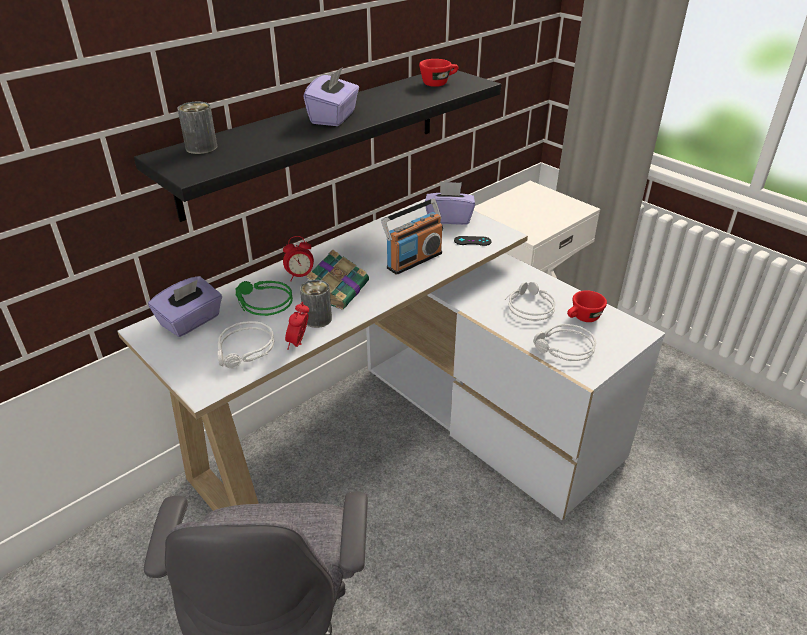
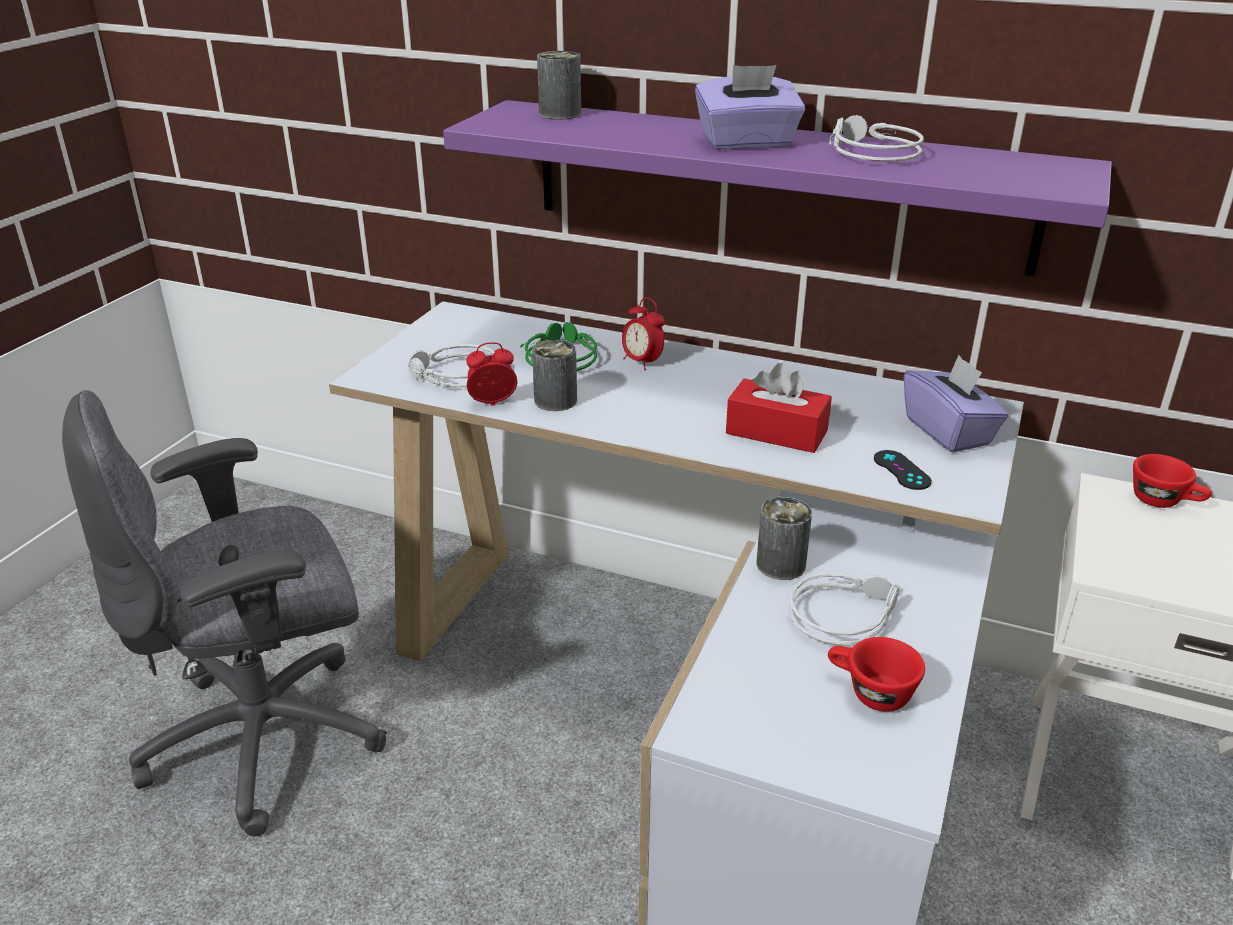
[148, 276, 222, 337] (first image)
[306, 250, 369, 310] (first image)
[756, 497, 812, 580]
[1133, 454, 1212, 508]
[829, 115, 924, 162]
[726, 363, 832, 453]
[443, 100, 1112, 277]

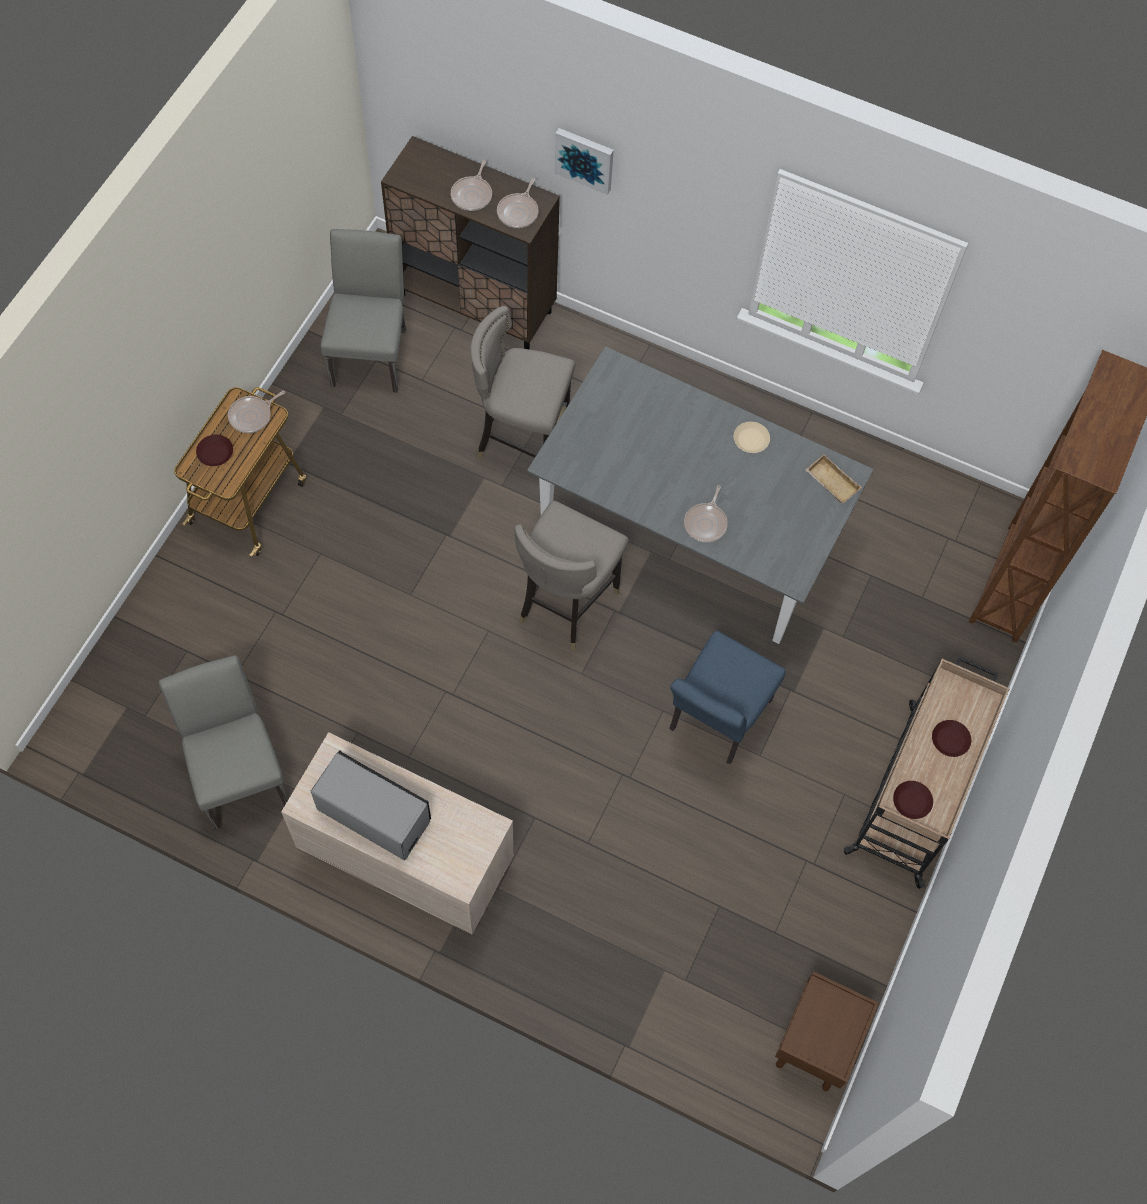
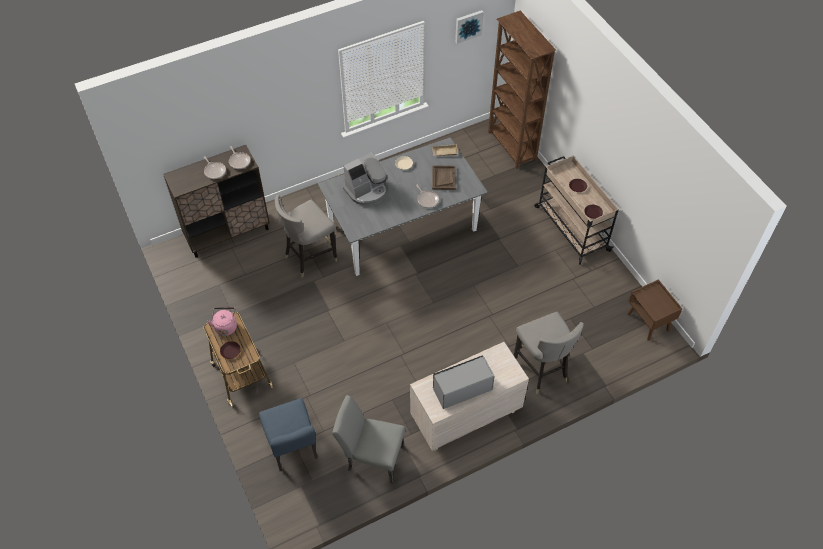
[321, 229, 406, 393] (first image)
[343, 152, 388, 205]
[432, 165, 456, 190]
[514, 312, 584, 394]
[455, 10, 484, 44]
[259, 398, 318, 471]
[207, 307, 237, 336]

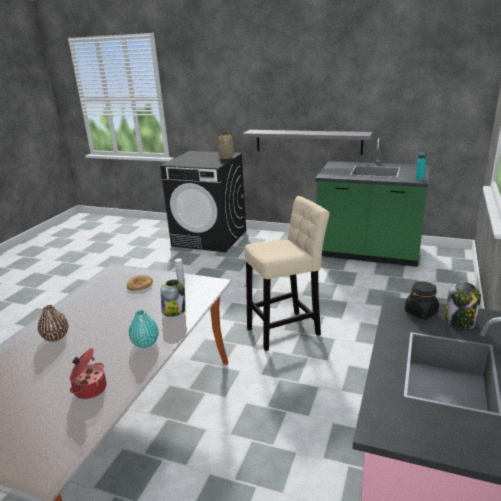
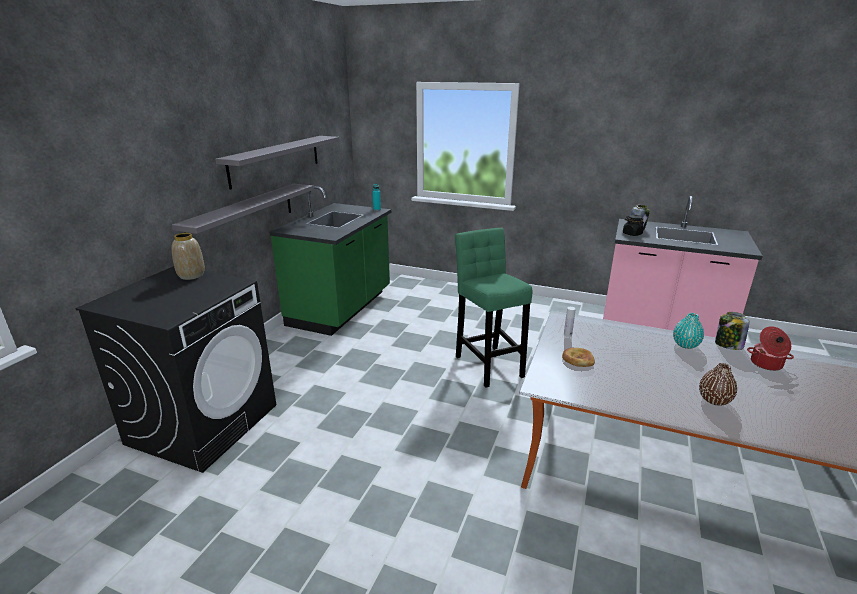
[215, 136, 339, 190]
[715, 312, 750, 350]
[455, 228, 532, 388]

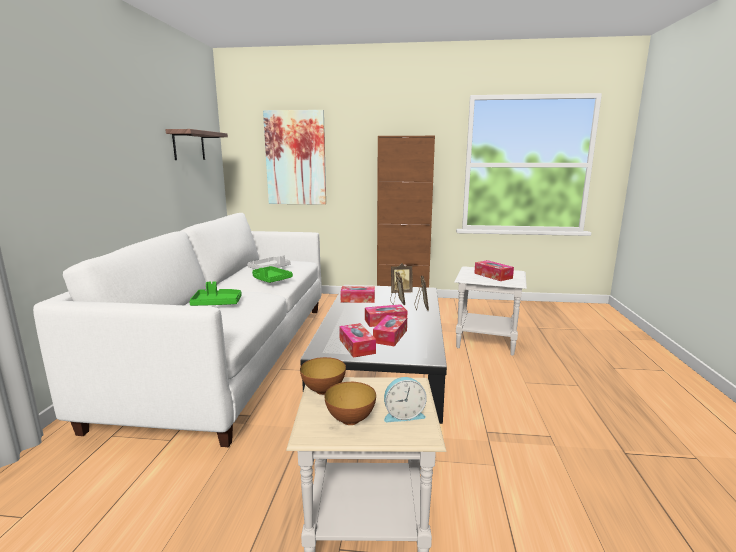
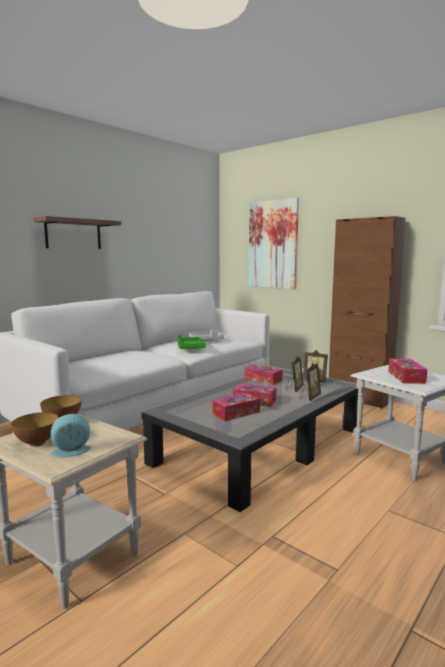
[189, 281, 242, 306] (first image)
[339, 323, 376, 358] (first image)
[33, 216, 121, 249]
[51, 414, 91, 457]

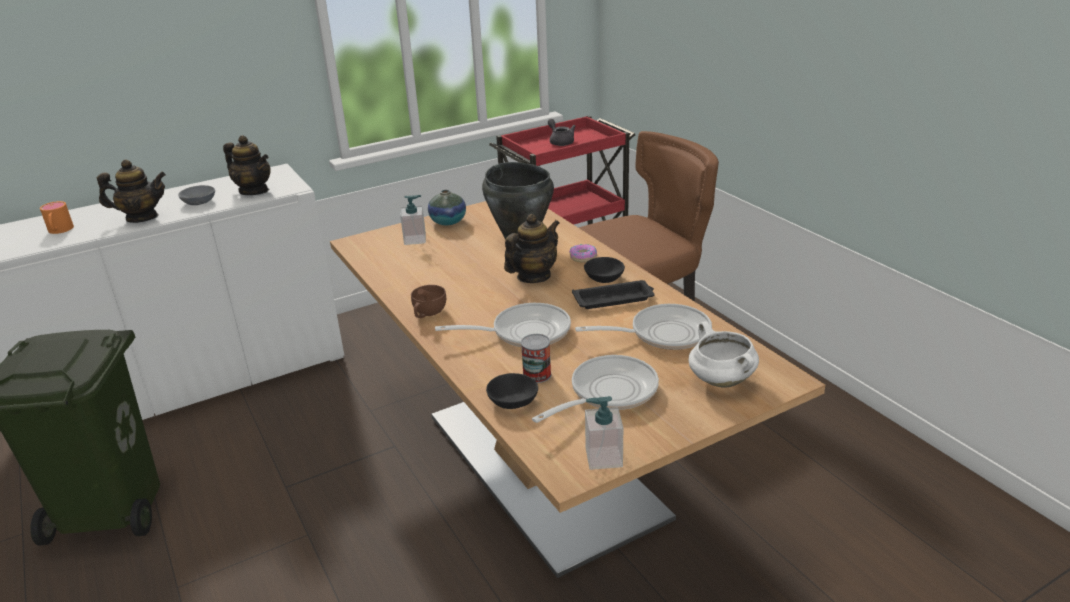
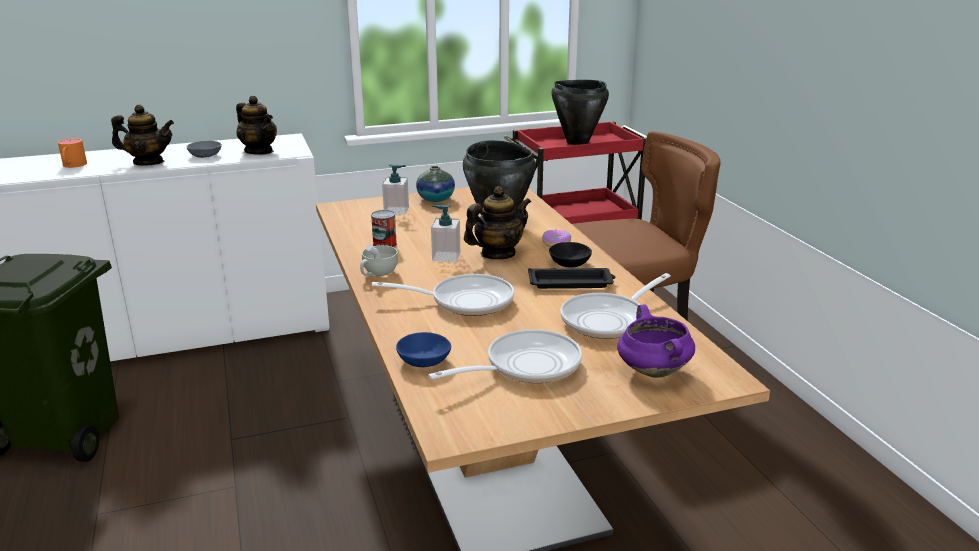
[371, 210, 397, 247]
[431, 205, 460, 262]
[552, 80, 609, 145]
[360, 245, 398, 276]
[396, 332, 451, 367]
[617, 304, 695, 378]
[560, 273, 671, 339]

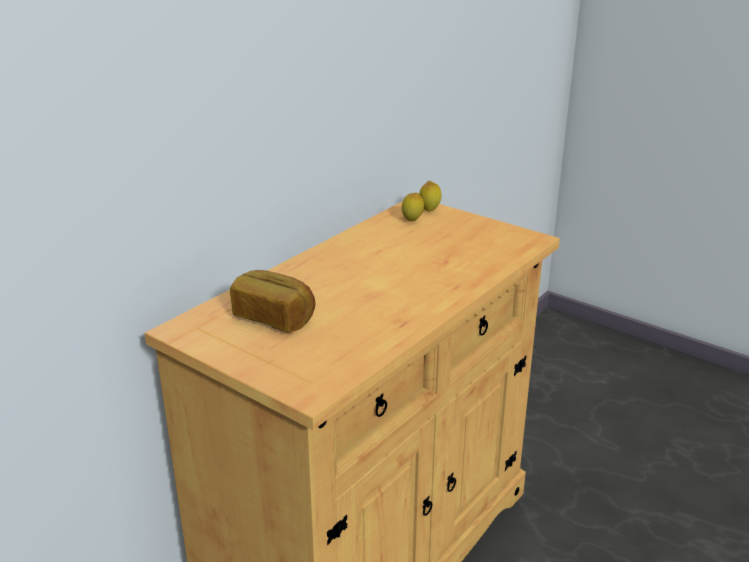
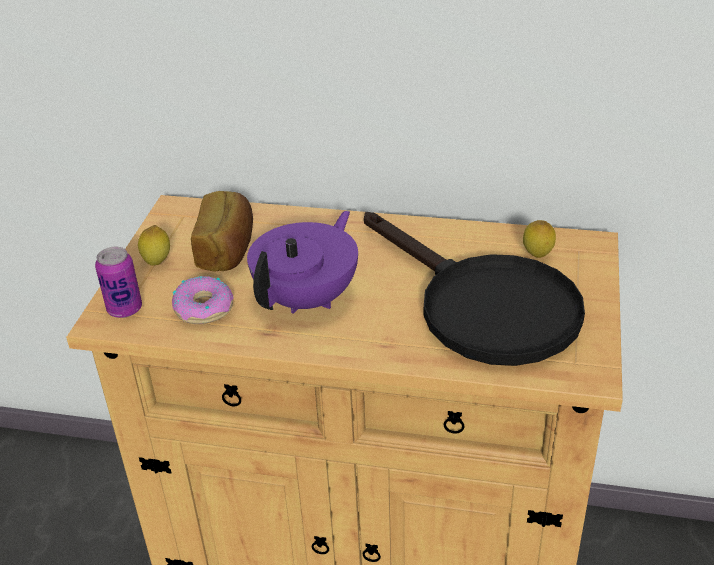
[95, 247, 142, 318]
[172, 276, 234, 324]
[247, 211, 358, 314]
[364, 212, 585, 366]
[138, 225, 170, 266]

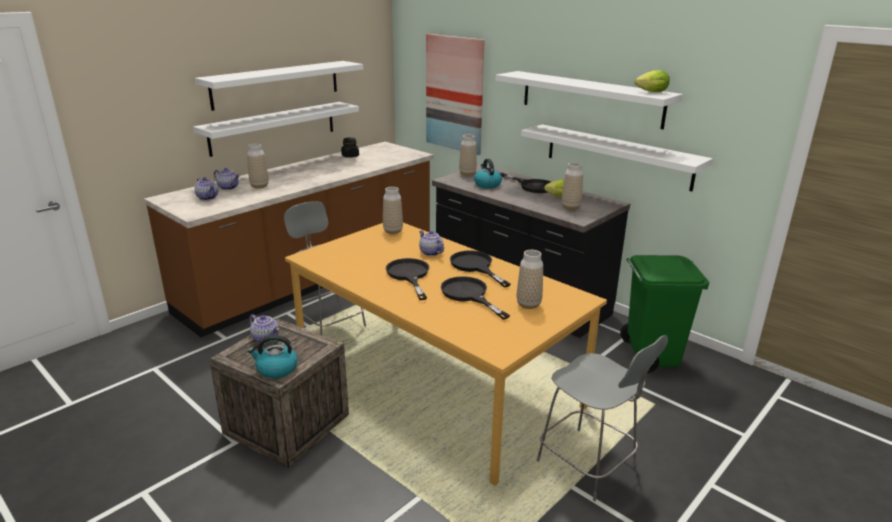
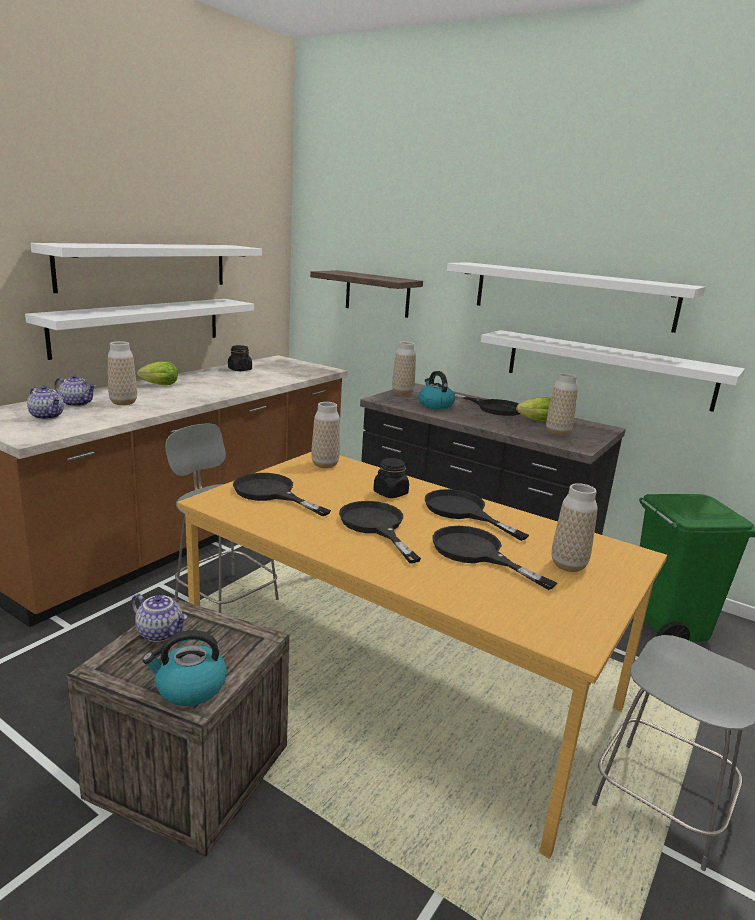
[233, 473, 331, 516]
[137, 361, 178, 385]
[373, 458, 409, 498]
[310, 270, 423, 318]

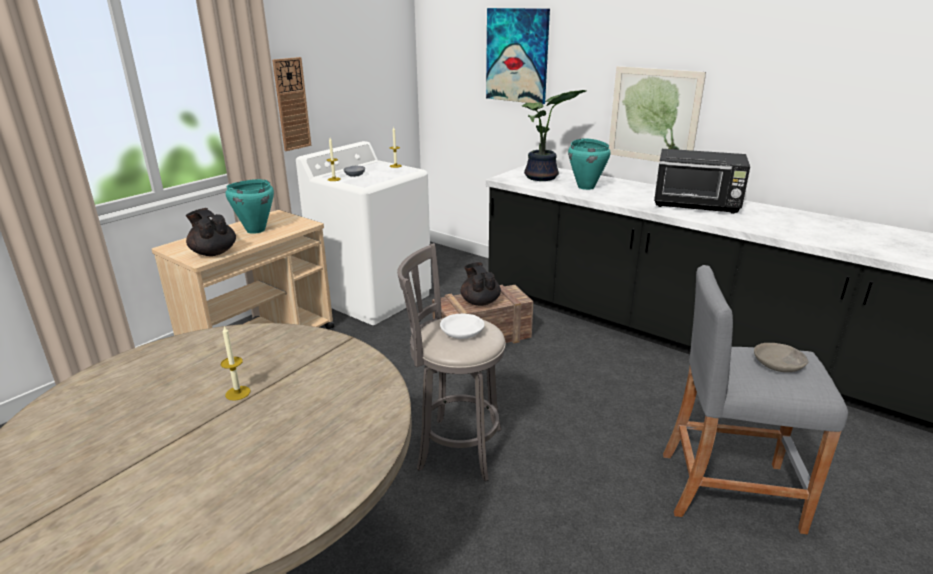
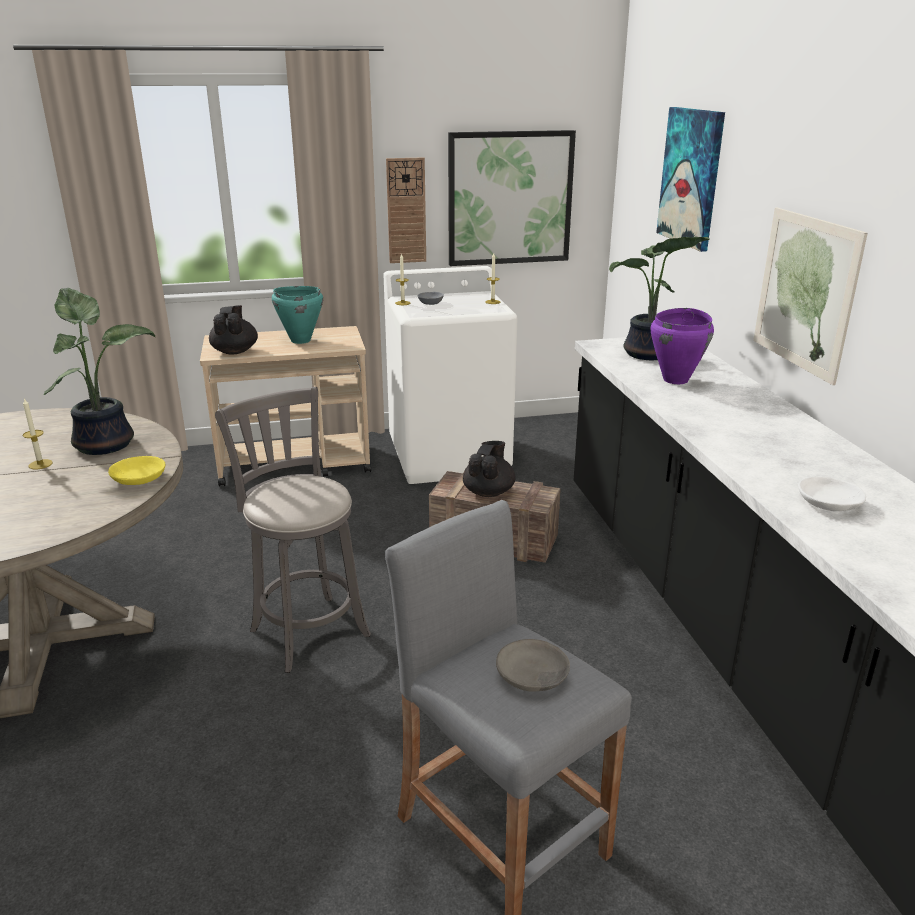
[654, 149, 750, 214] (first image)
[44, 288, 155, 455]
[108, 456, 165, 485]
[448, 130, 576, 266]
[798, 476, 866, 511]
[651, 308, 714, 384]

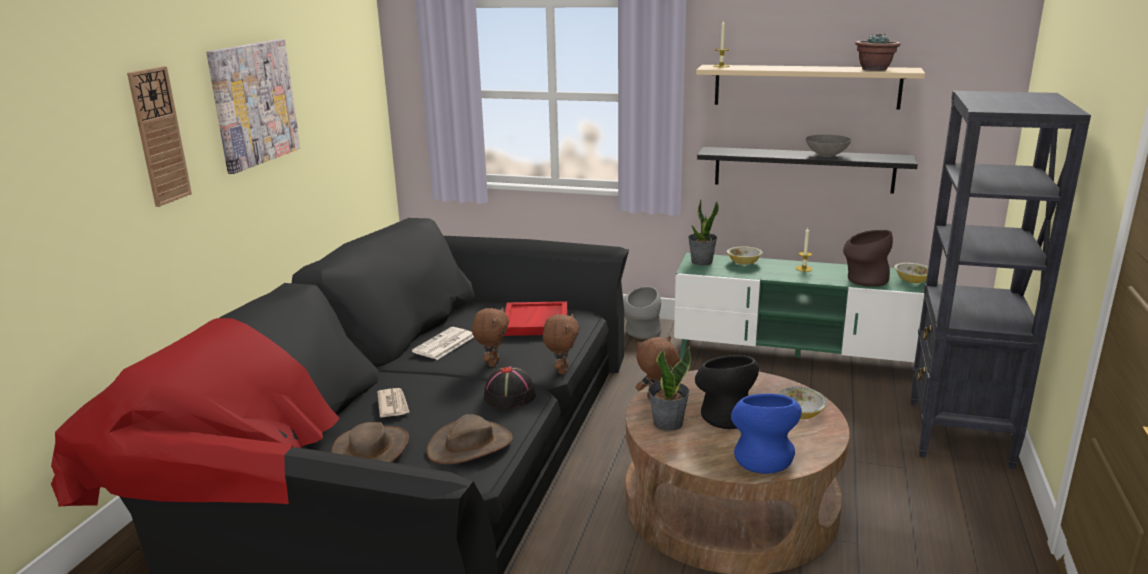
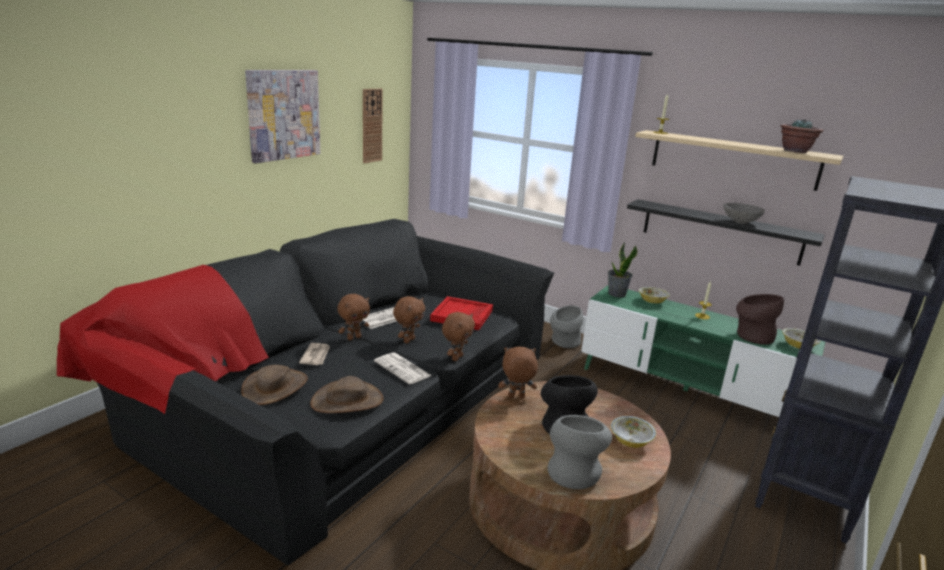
[648, 346, 691, 431] (first image)
[337, 294, 370, 340]
[363, 88, 383, 163]
[374, 352, 432, 385]
[548, 415, 612, 489]

